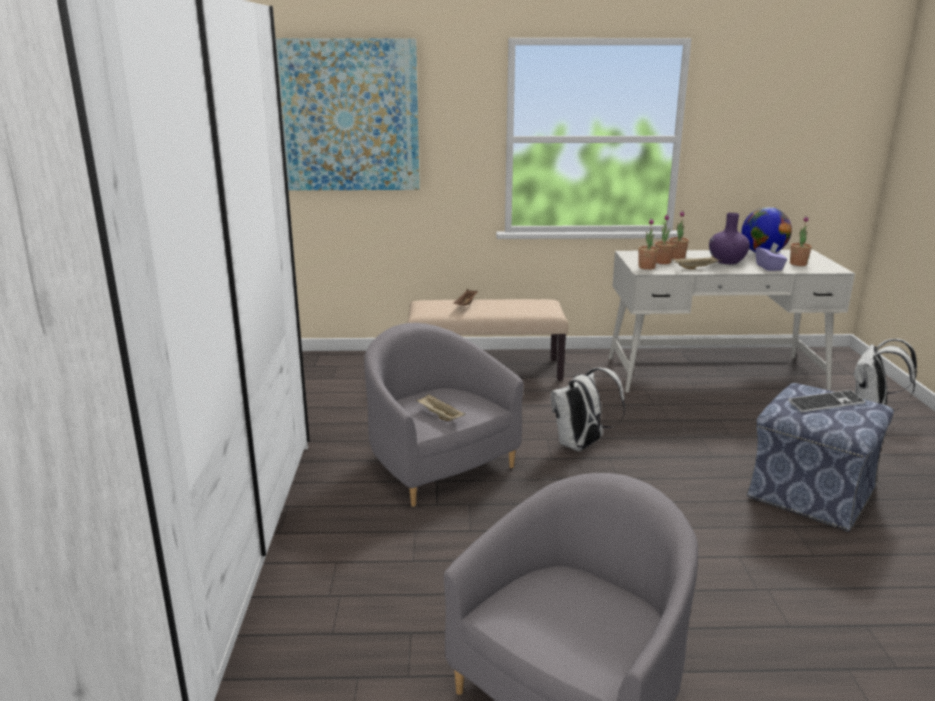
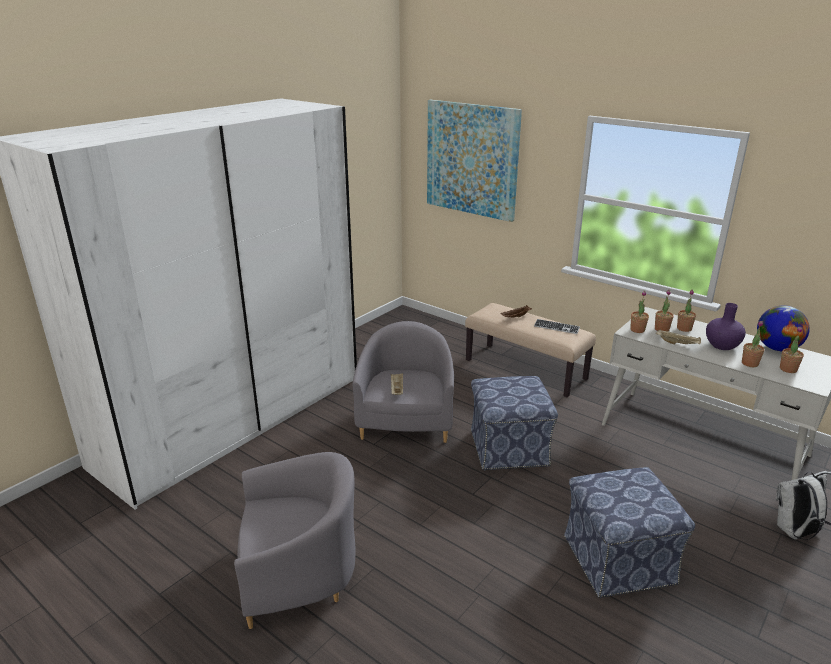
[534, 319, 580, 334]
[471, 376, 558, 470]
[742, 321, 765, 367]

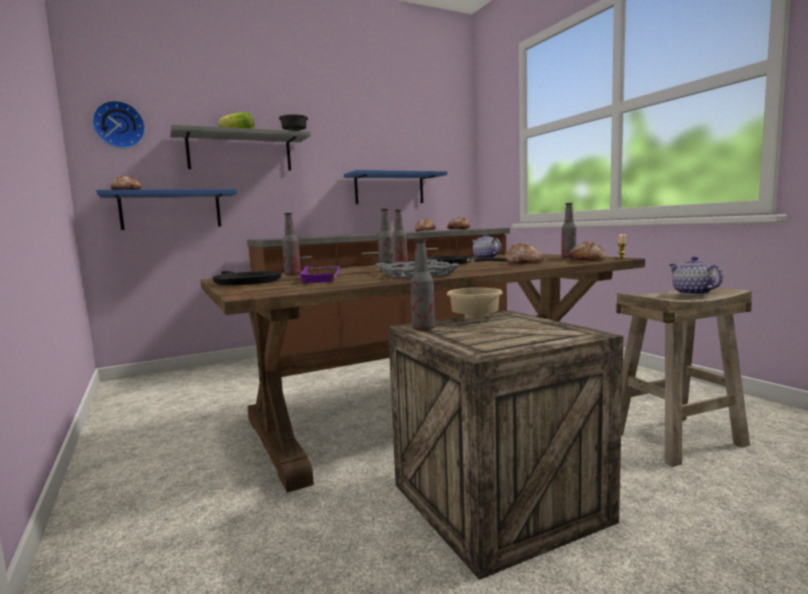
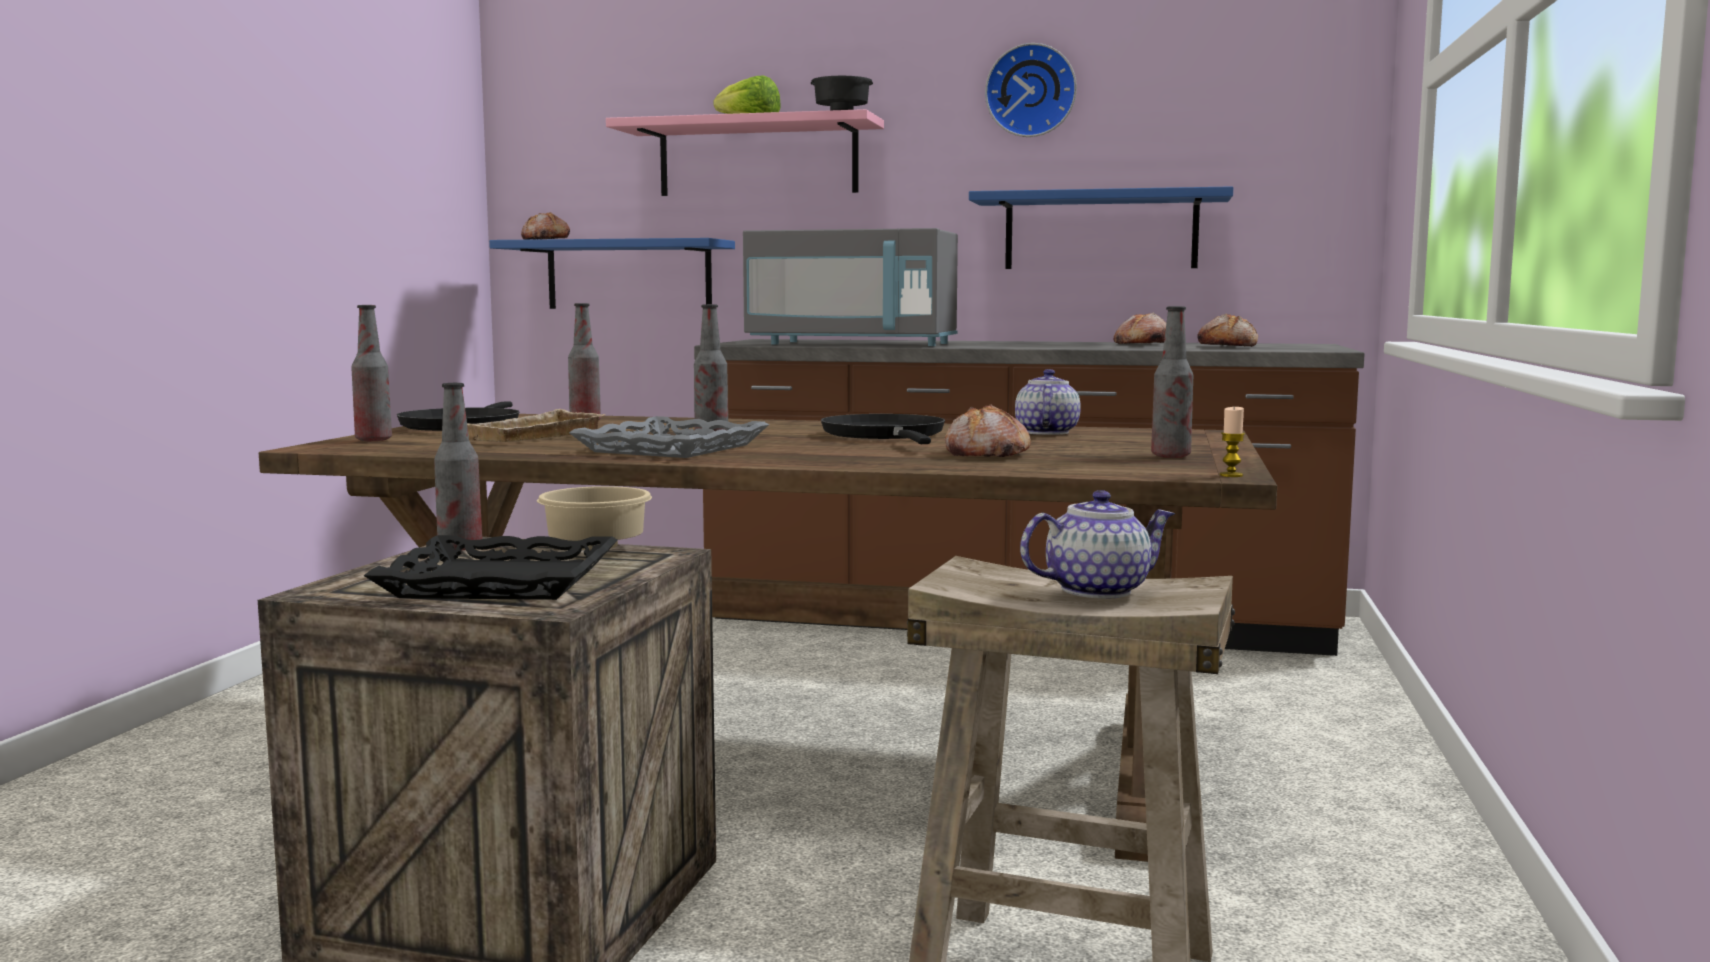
[569, 241, 606, 261] (first image)
[363, 535, 618, 600]
[743, 228, 958, 346]
[985, 43, 1077, 137]
[351, 305, 392, 441]
[606, 109, 884, 196]
[467, 409, 607, 442]
[1020, 490, 1175, 599]

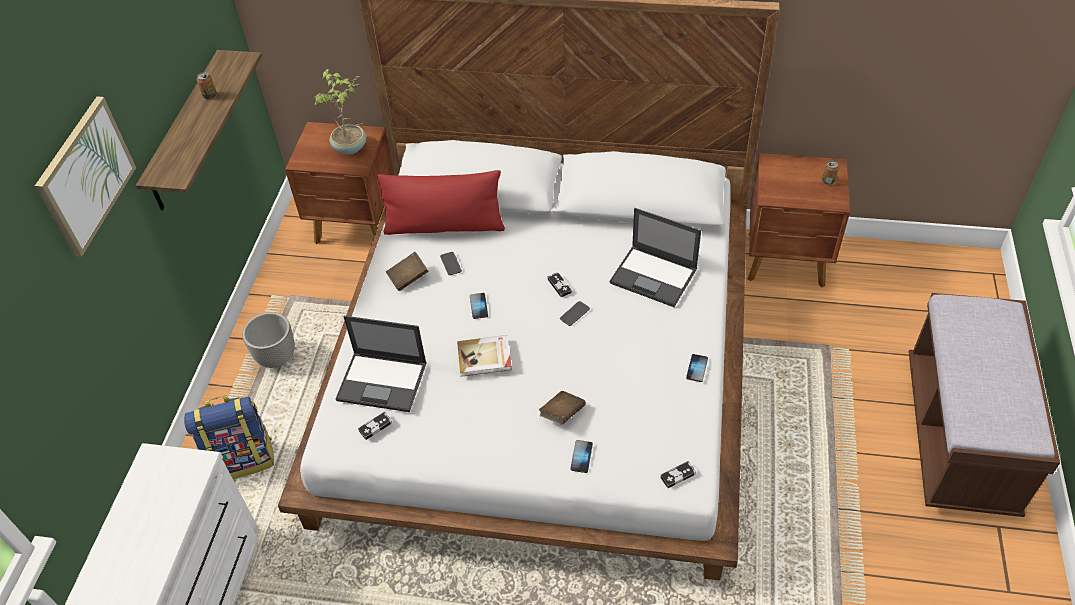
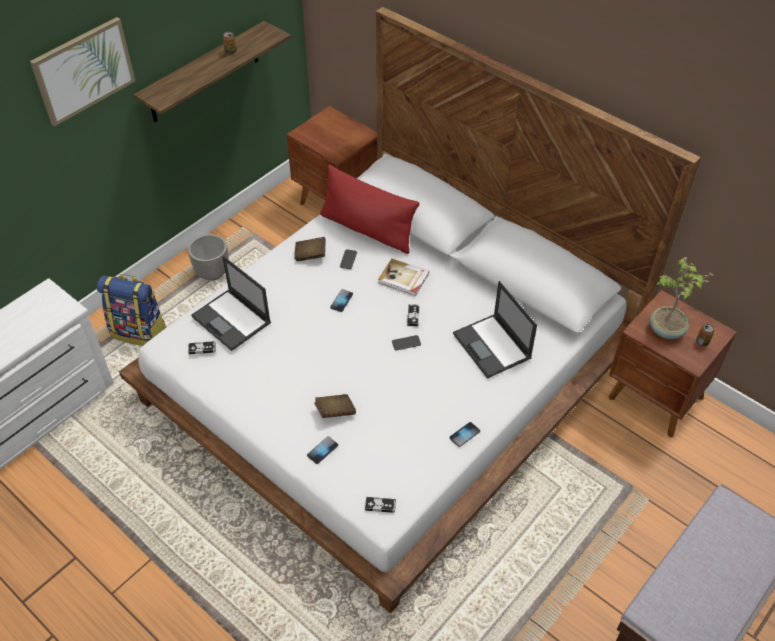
[650, 257, 714, 339]
[378, 259, 429, 296]

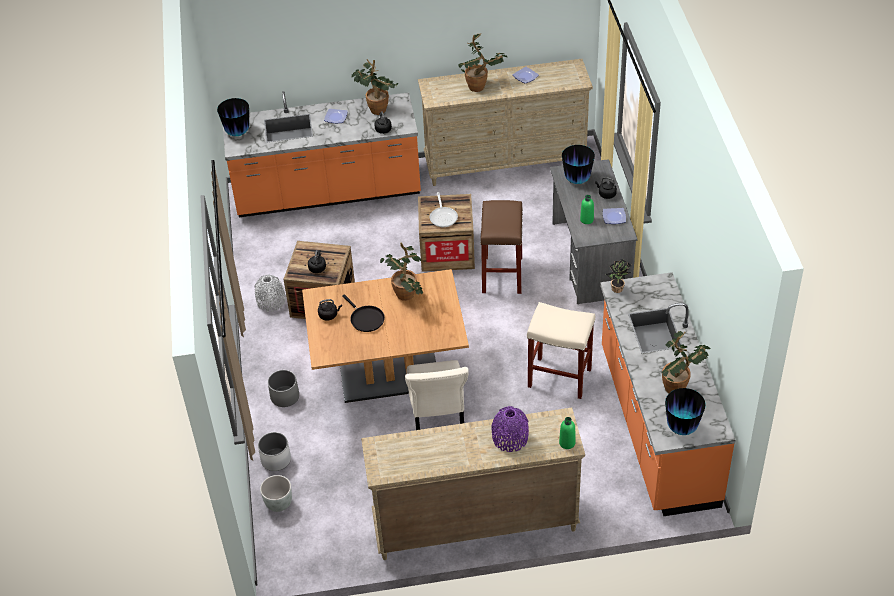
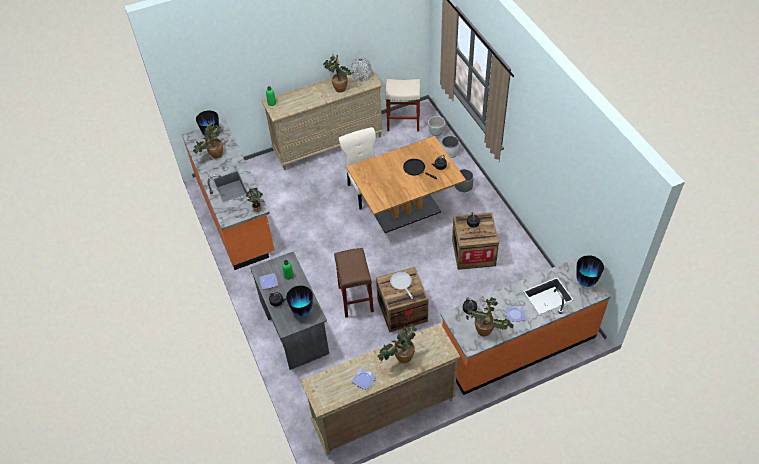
[492, 406, 529, 452] (first image)
[351, 57, 371, 82]
[323, 54, 354, 93]
[385, 79, 421, 132]

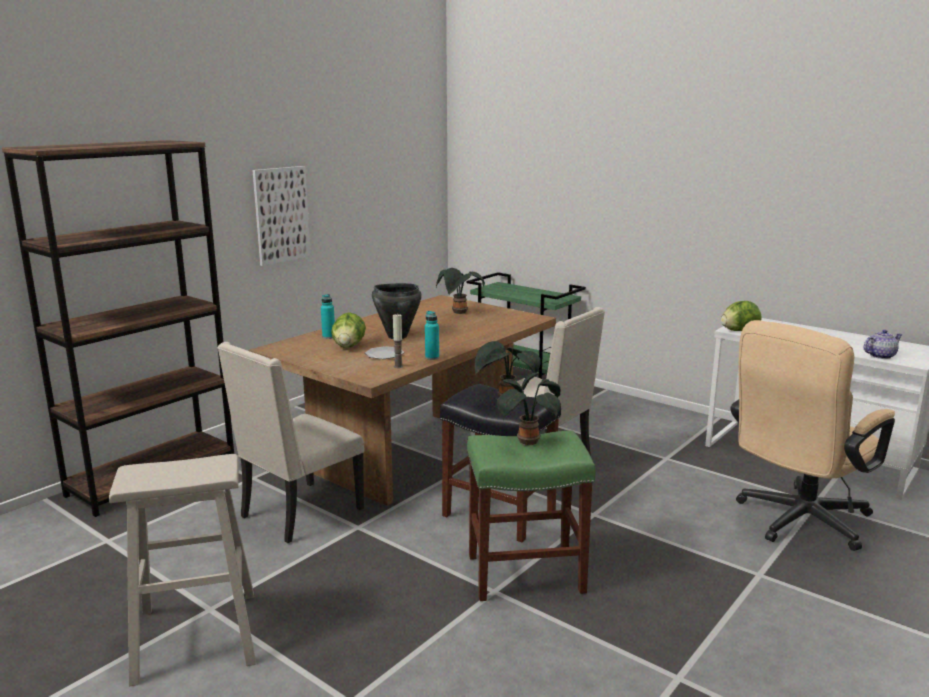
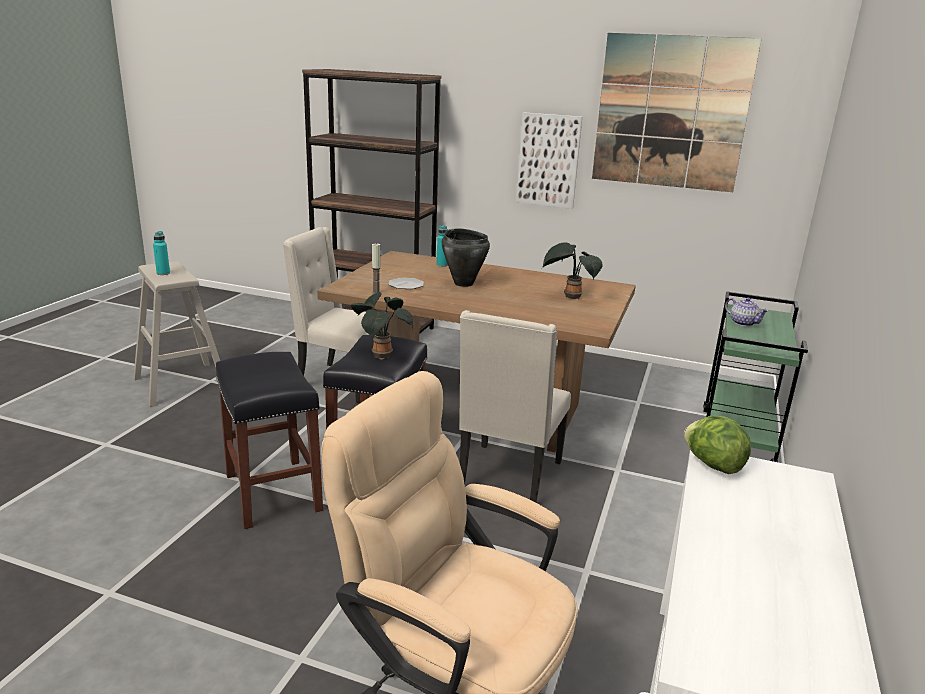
[331, 312, 366, 348] (first image)
[497, 372, 561, 446] (first image)
[592, 33, 762, 192]
[153, 231, 170, 275]
[725, 298, 769, 326]
[216, 352, 323, 529]

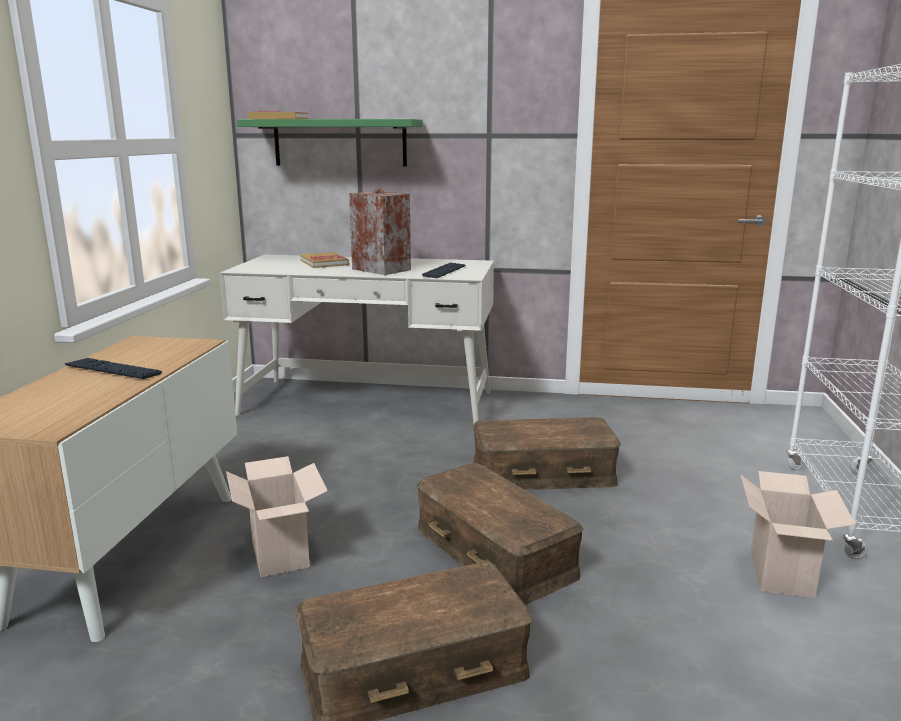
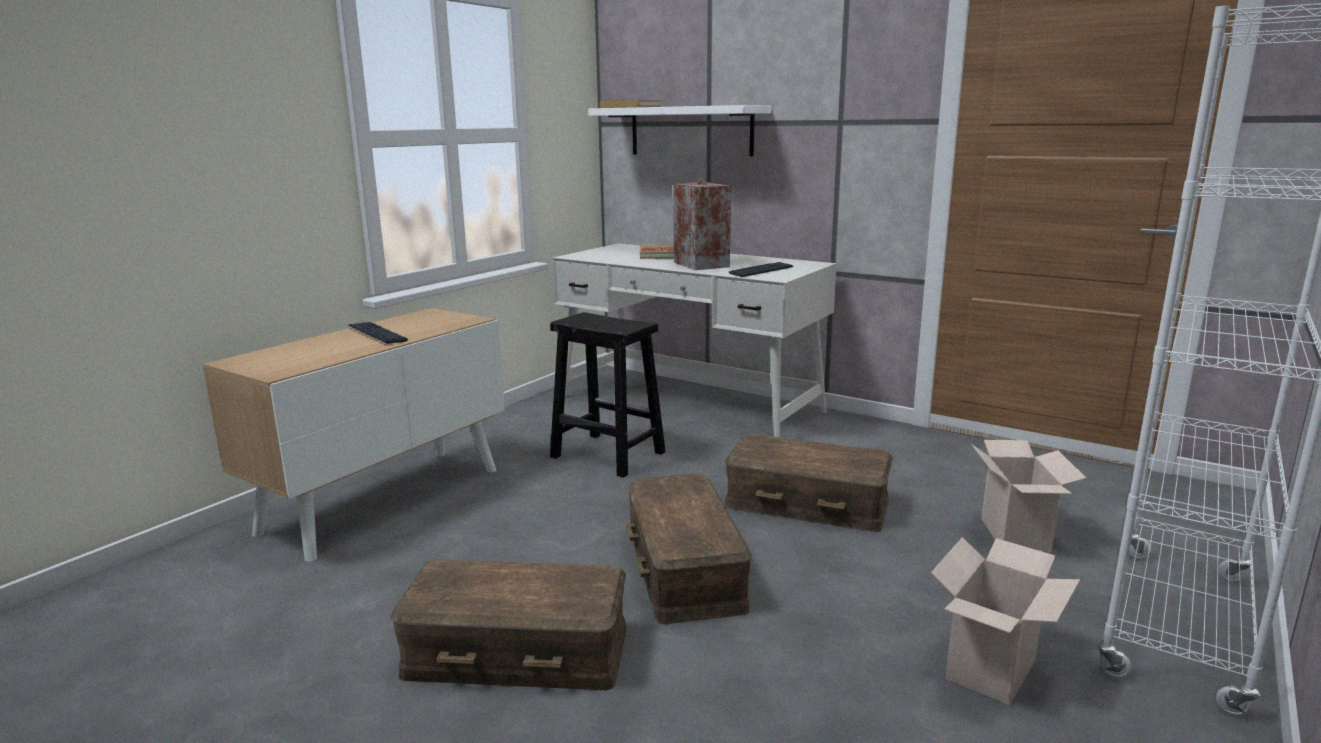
[550, 312, 666, 478]
[971, 440, 1086, 552]
[588, 105, 771, 156]

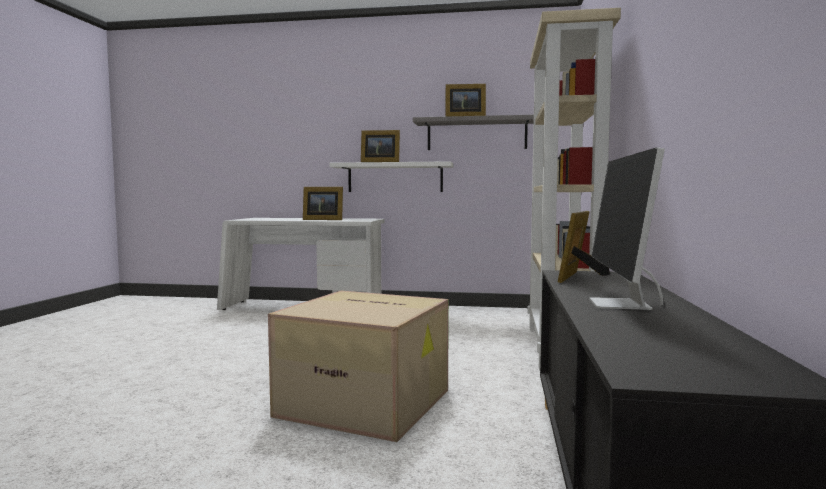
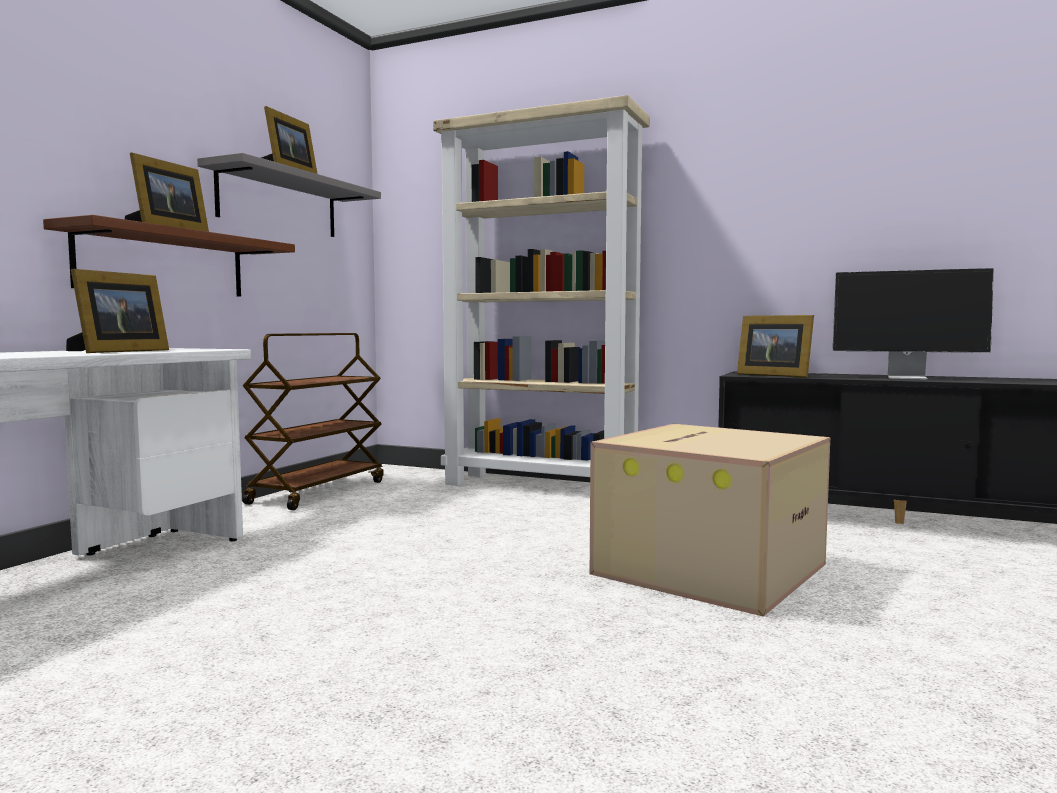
[242, 333, 384, 510]
[43, 215, 295, 297]

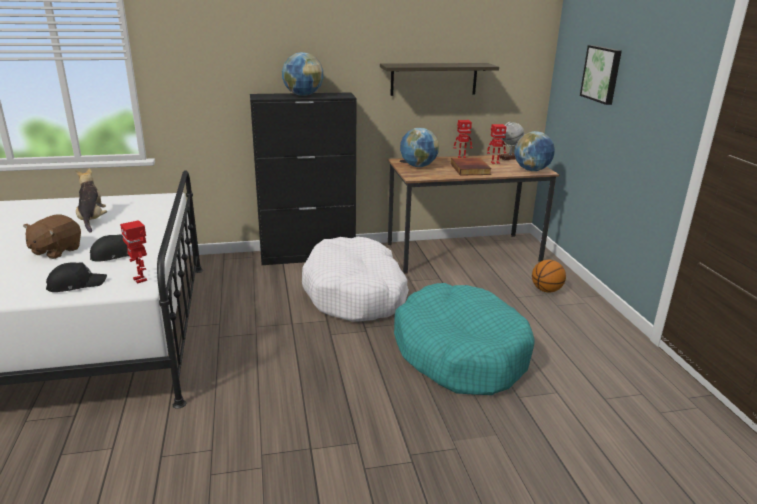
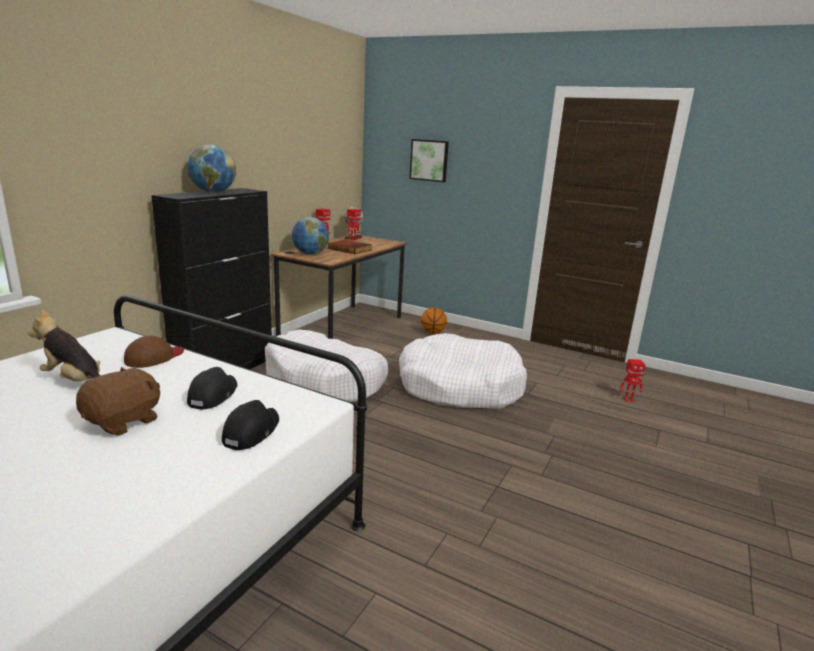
[380, 63, 499, 96] (first image)
[514, 131, 555, 171] (first image)
[124, 335, 184, 368]
[620, 359, 645, 402]
[399, 333, 527, 409]
[76, 367, 160, 436]

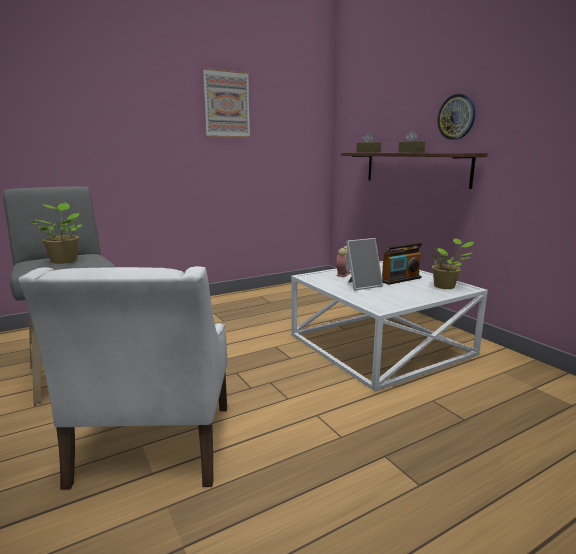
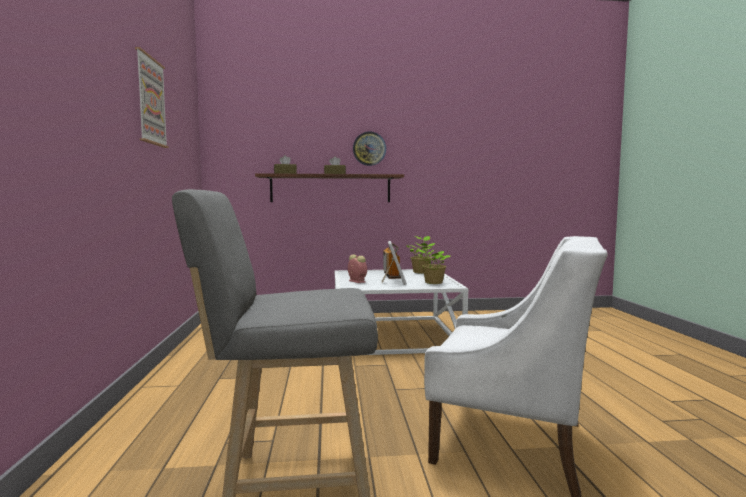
[414, 242, 451, 284]

